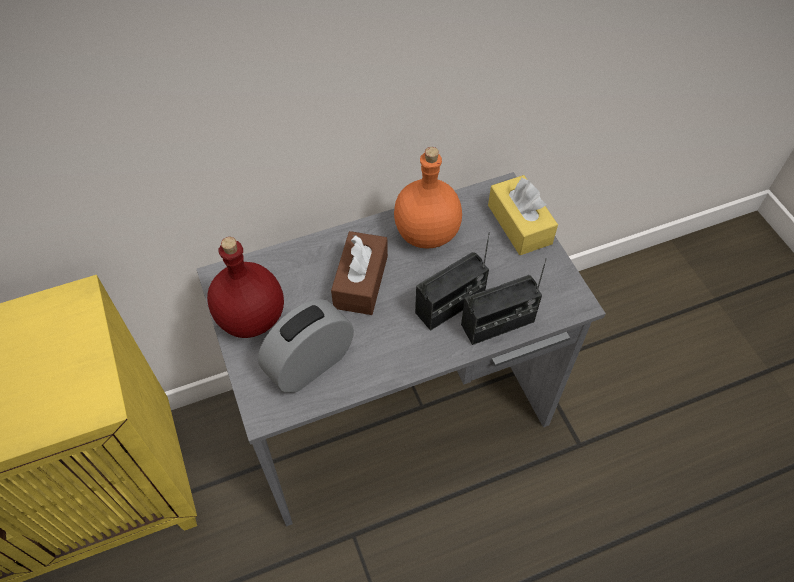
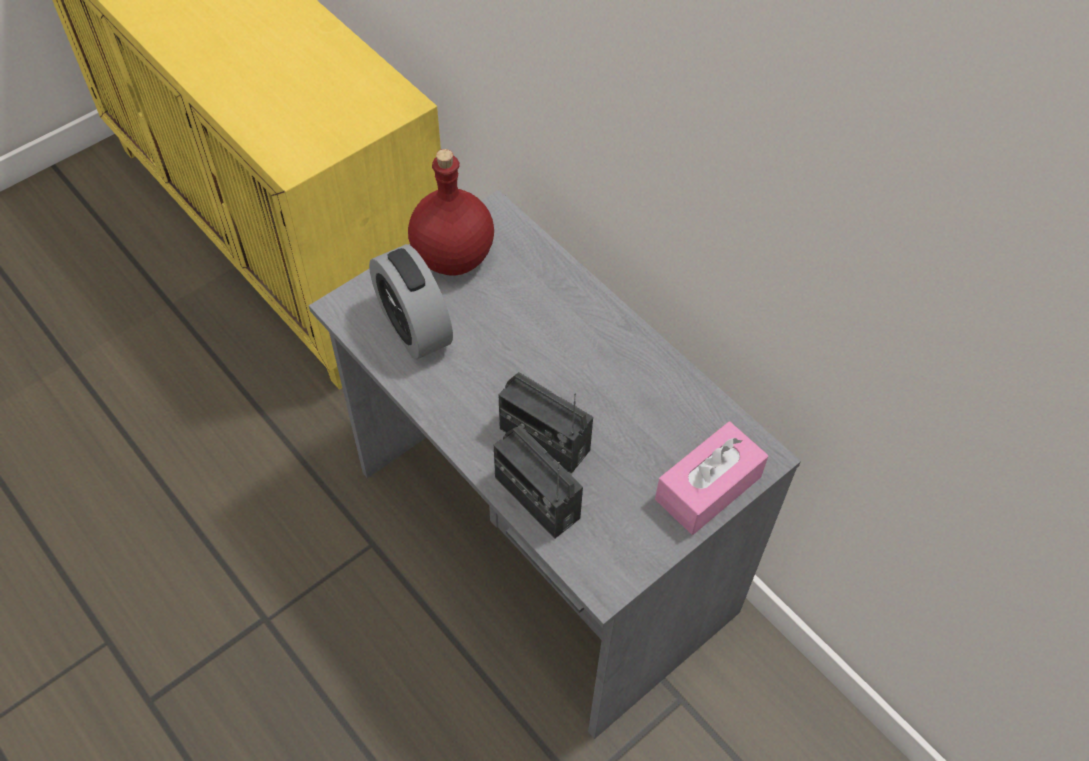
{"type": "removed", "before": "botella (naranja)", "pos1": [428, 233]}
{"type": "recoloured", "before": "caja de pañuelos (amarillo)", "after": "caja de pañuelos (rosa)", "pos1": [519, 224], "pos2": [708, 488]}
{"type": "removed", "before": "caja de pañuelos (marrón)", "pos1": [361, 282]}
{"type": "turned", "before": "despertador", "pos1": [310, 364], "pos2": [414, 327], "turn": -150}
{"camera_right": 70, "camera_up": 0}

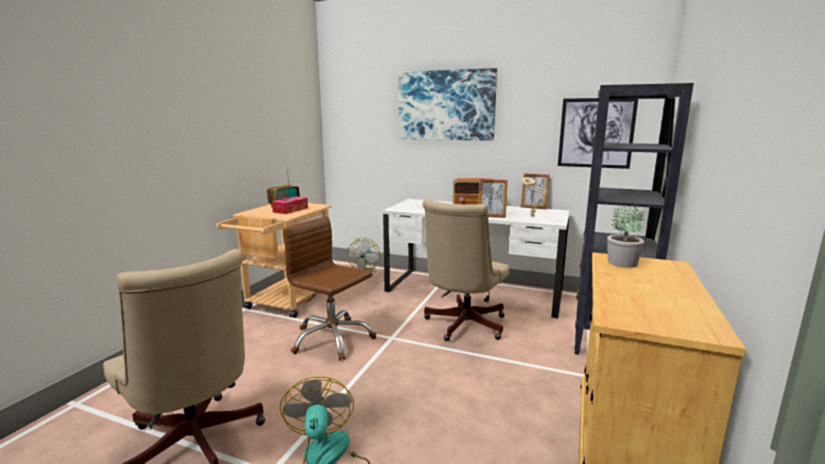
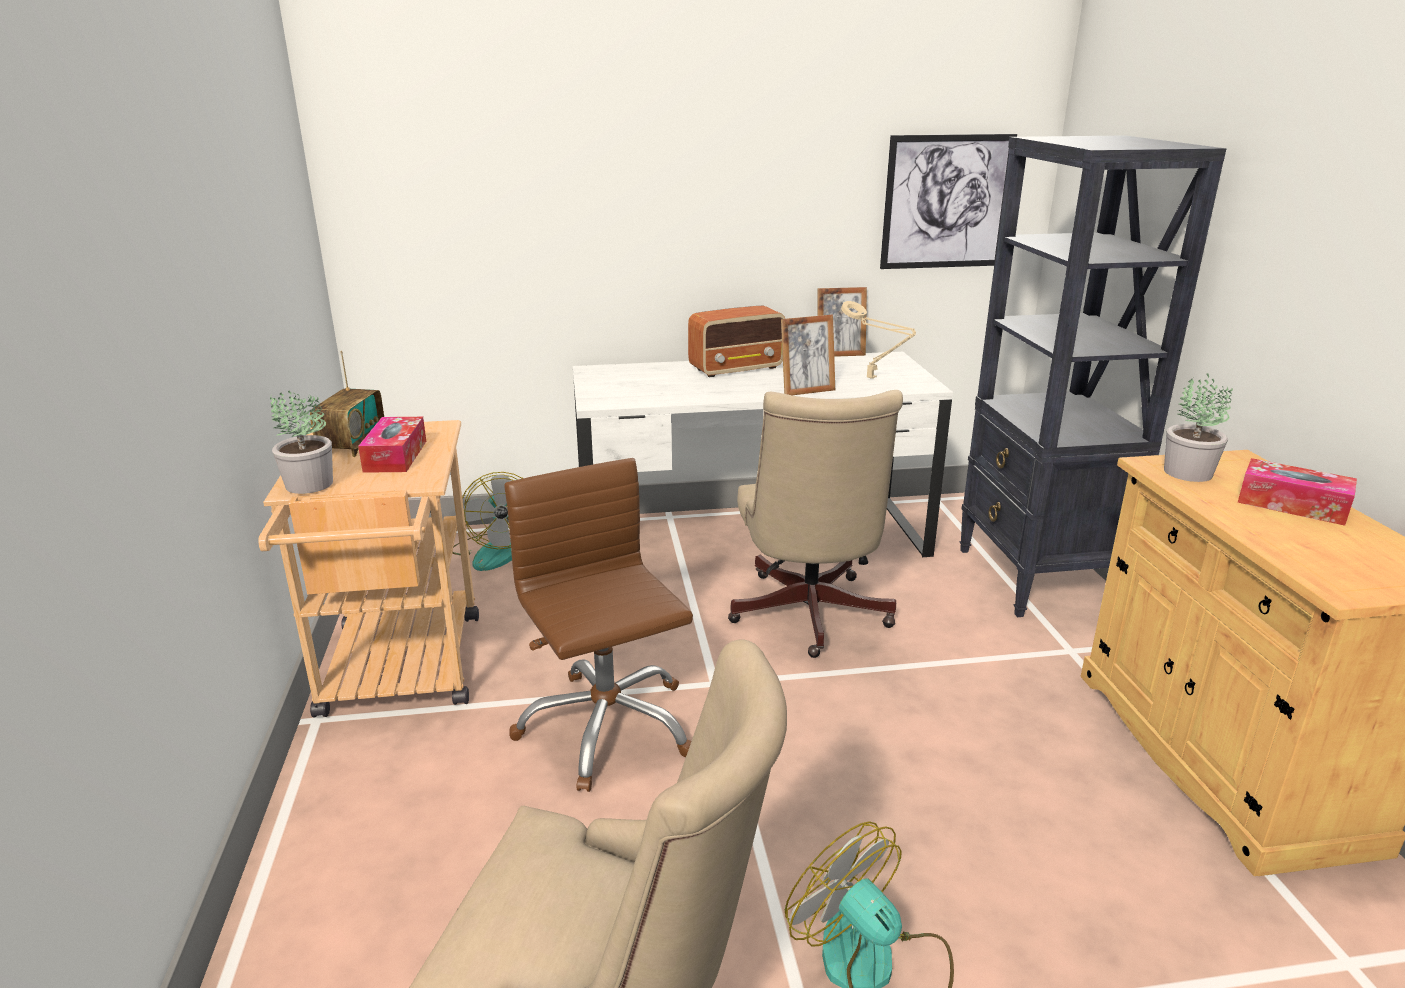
{"type": "removed", "before": "cuadro", "pos1": [446, 105]}
{"type": "turned", "before": "silla de oficina (marrón)", "pos1": [332, 339], "pos2": [606, 726], "turn": 60}
{"type": "added", "after": "planta en maceta", "pos2": [309, 484]}
{"type": "added", "after": "caja de pañuelos", "pos2": [1292, 505]}
{"camera_right": -30, "camera_up": 10}

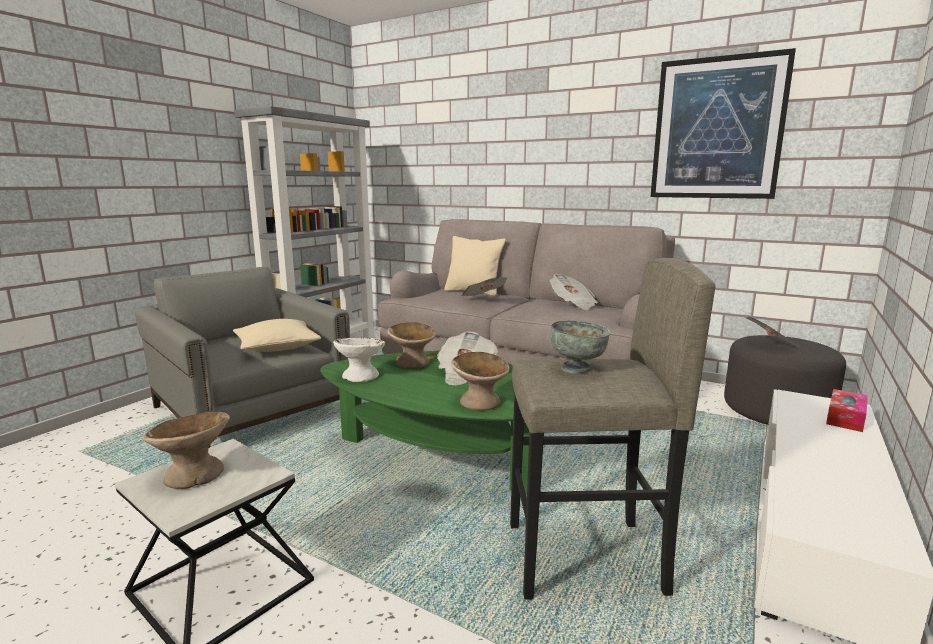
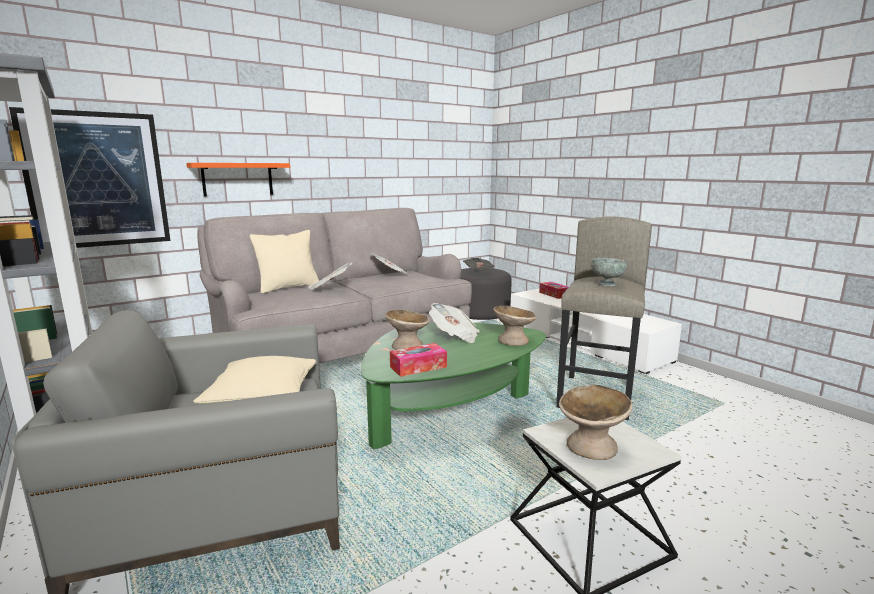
{"type": "moved", "before": "cuadro", "pos1": [717, 129], "pos2": [97, 180]}
{"type": "replaced", "before": "cuenco (blanco)", "after": "caja de pañuelos", "pos1": [360, 376], "pos2": [418, 367]}
{"type": "added", "after": "estante (naranja)", "pos2": [237, 179]}
{"camera_right": -65, "camera_up": 0}

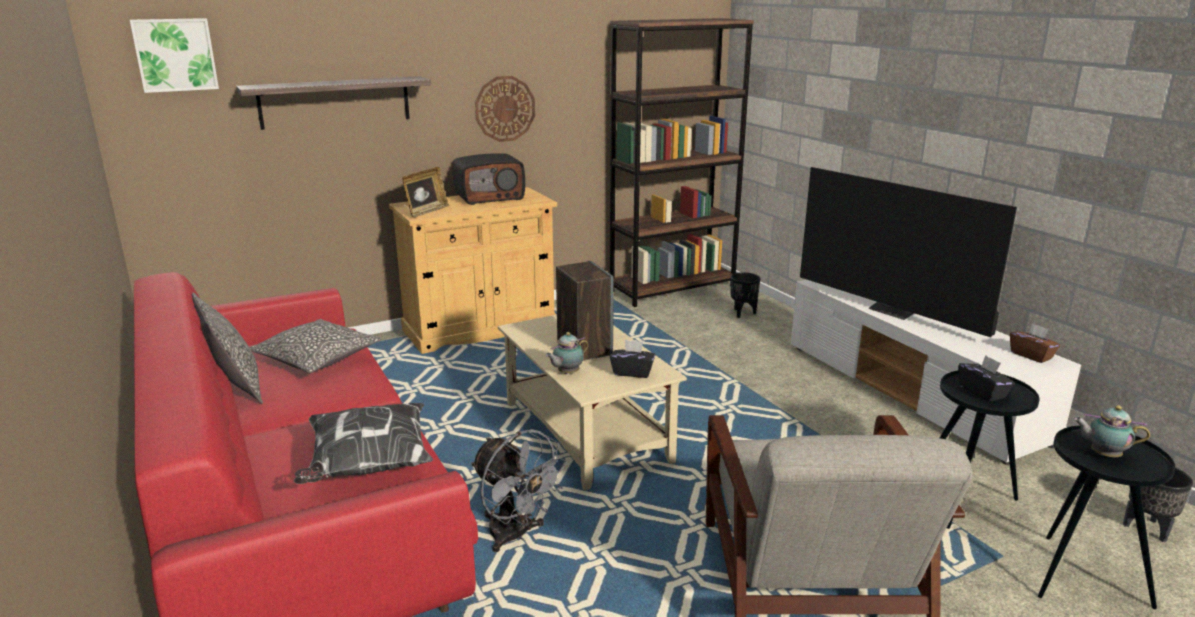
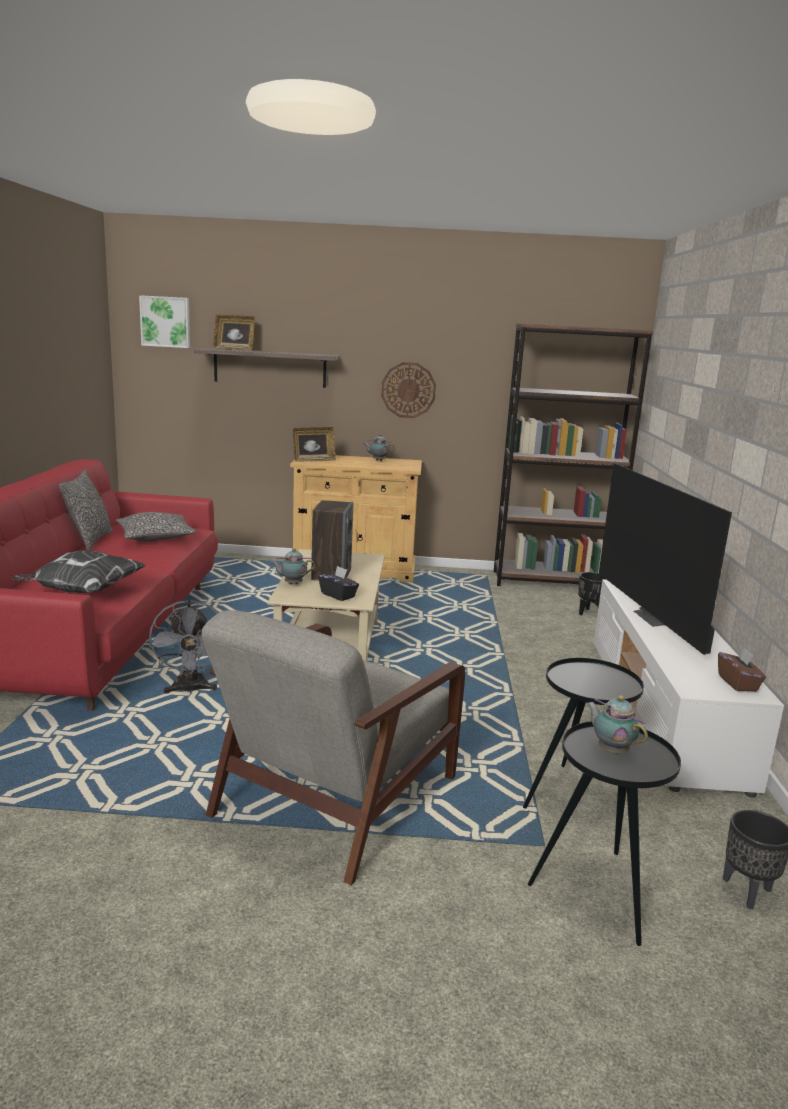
{"type": "replaced", "before": "radio", "after": "tetera", "pos1": [489, 197], "pos2": [377, 460]}
{"type": "removed", "before": "caja de pañuelos (negro)", "pos1": [982, 392]}
{"type": "added", "after": "portarretratos", "pos2": [234, 349]}
{"camera_right": 30, "camera_up": -5}

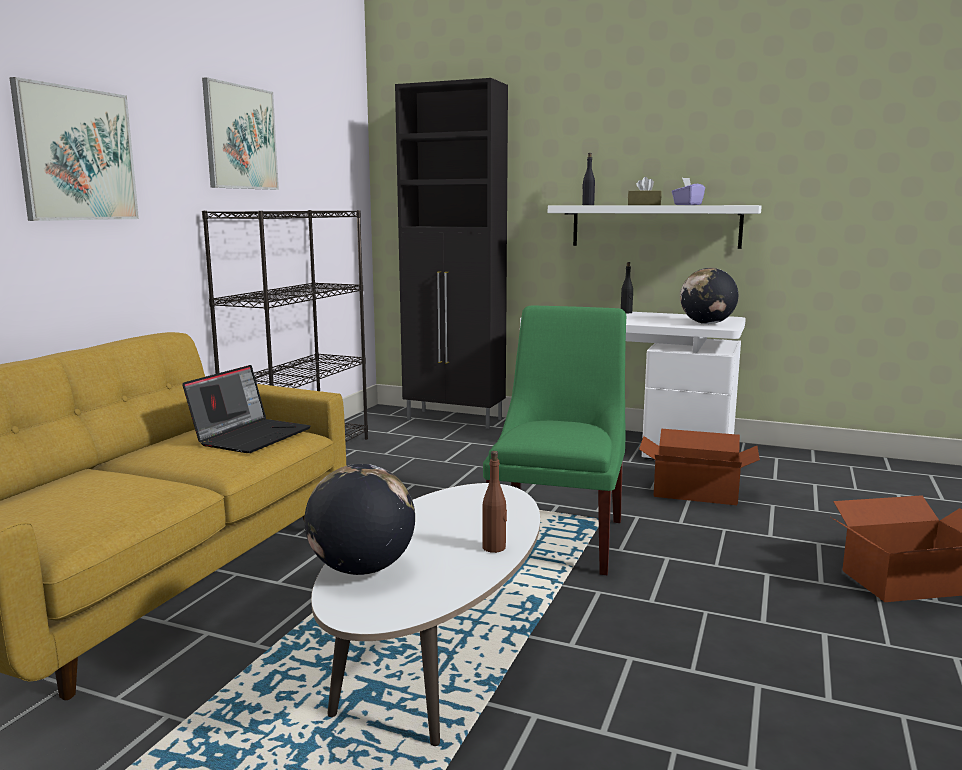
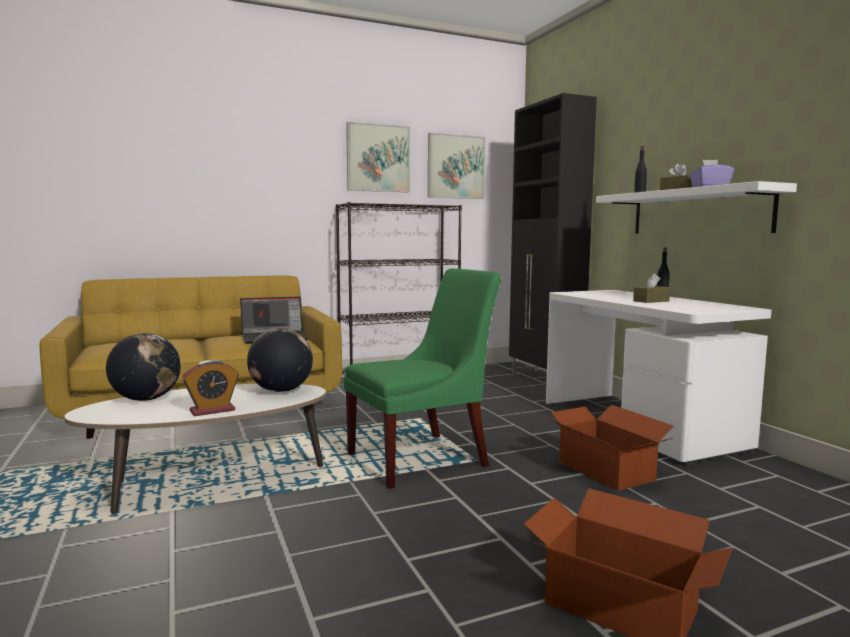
{"type": "moved", "before": "cuadro", "pos1": [77, 154], "pos2": [456, 167]}
{"type": "moved", "before": "globo terráqueo", "pos1": [706, 323], "pos2": [281, 391]}
{"type": "replaced", "before": "botella (marrón)", "after": "despertador", "pos1": [494, 548], "pos2": [212, 410]}
{"type": "added", "after": "caja de pañuelos (marrón)", "pos2": [651, 301]}
{"camera_right": 45, "camera_up": -5}

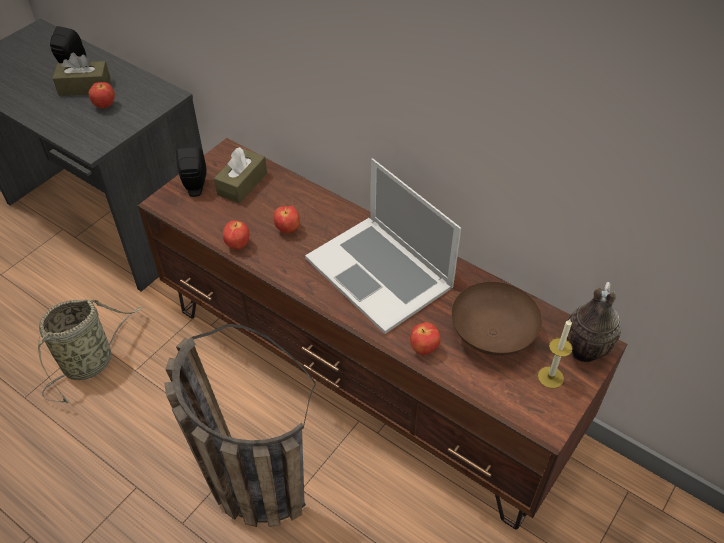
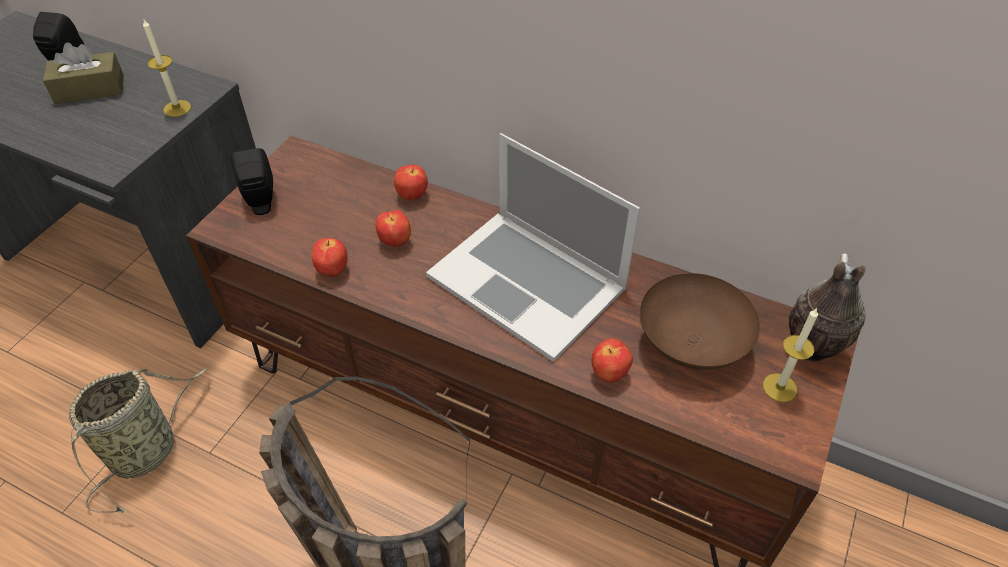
{"type": "moved", "before": "manzana", "pos1": [105, 105], "pos2": [412, 195]}
{"type": "removed", "before": "caja de pañuelos (marrón)", "pos1": [242, 184]}
{"type": "added", "after": "vela", "pos2": [177, 108]}
{"camera_right": -10, "camera_up": 0}

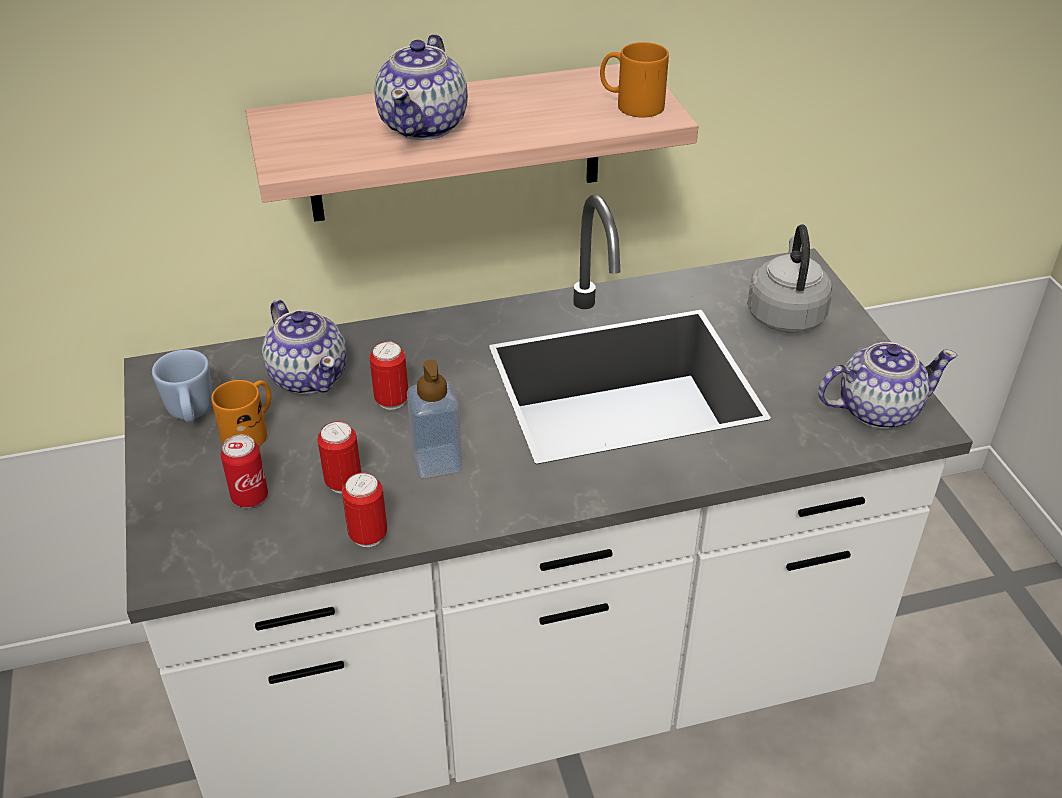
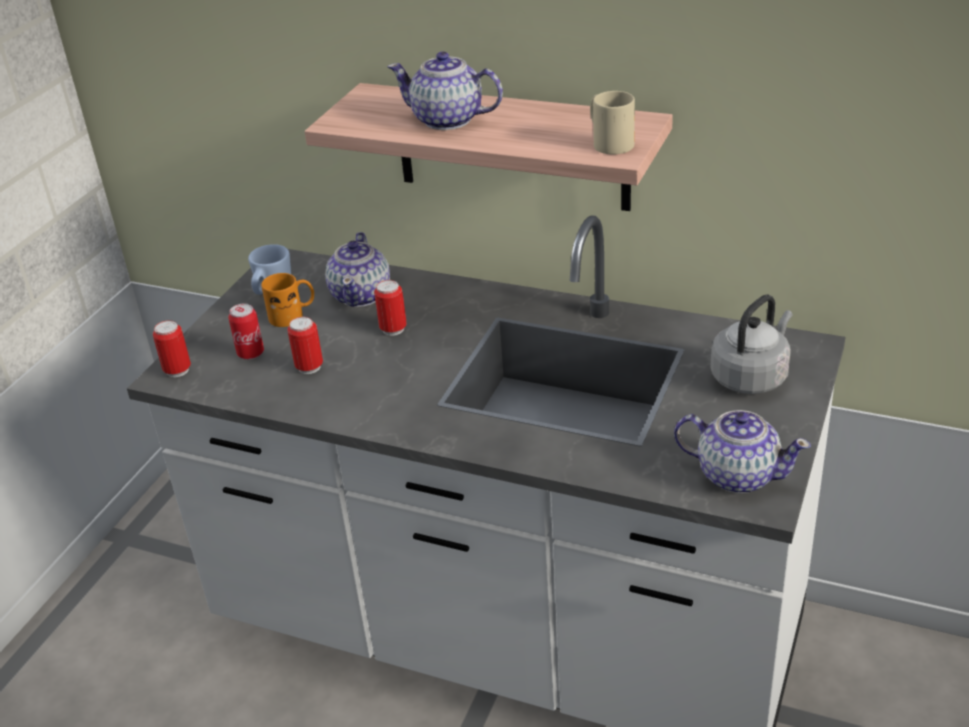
{"type": "turned", "before": "tetera", "pos1": [424, 125], "pos2": [448, 120], "turn": 60}
{"type": "recoloured", "before": "taza grande (naranja)", "after": "taza grande (beis)", "pos1": [630, 105], "pos2": [608, 142]}
{"type": "removed", "before": "dispensador de jabón", "pos1": [437, 462]}
{"type": "moved", "before": "lata", "pos1": [368, 536], "pos2": [177, 370]}
{"camera_right": 40, "camera_up": -5}

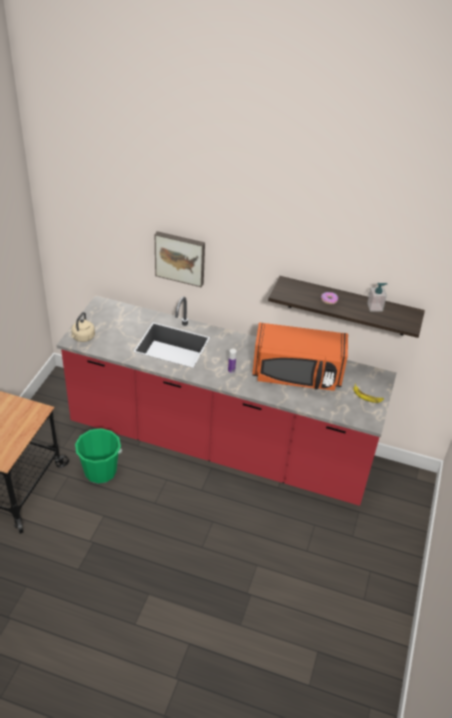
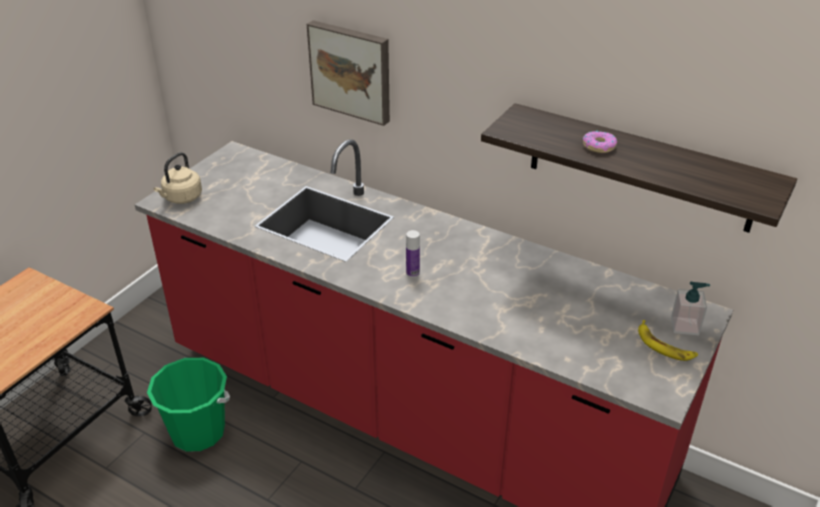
{"type": "moved", "before": "dispensador de jabón", "pos1": [375, 307], "pos2": [685, 326]}
{"type": "removed", "before": "microondas (naranja)", "pos1": [297, 375]}
{"camera_right": 15, "camera_up": -5}

